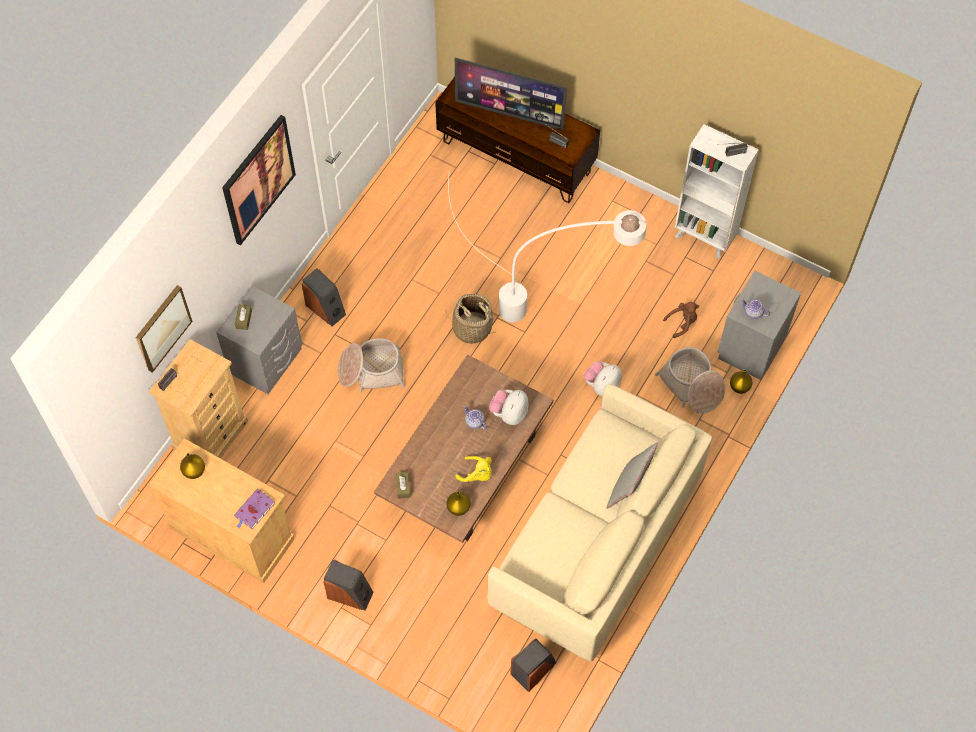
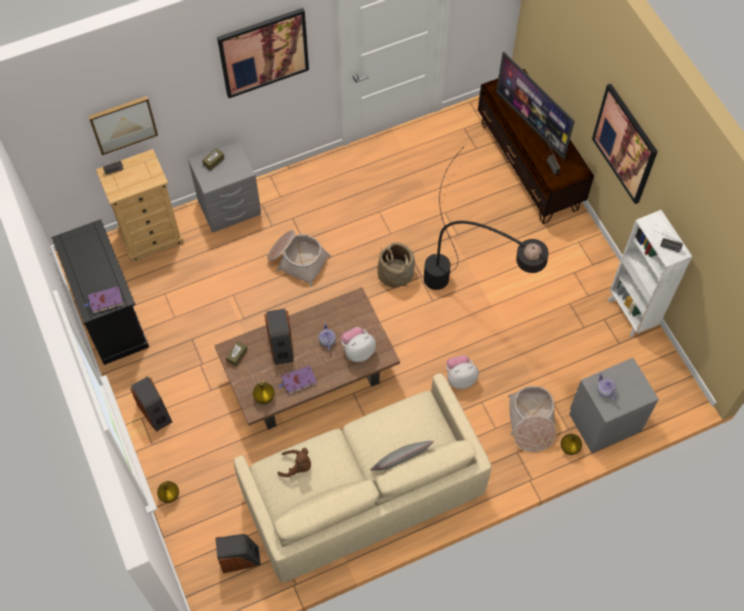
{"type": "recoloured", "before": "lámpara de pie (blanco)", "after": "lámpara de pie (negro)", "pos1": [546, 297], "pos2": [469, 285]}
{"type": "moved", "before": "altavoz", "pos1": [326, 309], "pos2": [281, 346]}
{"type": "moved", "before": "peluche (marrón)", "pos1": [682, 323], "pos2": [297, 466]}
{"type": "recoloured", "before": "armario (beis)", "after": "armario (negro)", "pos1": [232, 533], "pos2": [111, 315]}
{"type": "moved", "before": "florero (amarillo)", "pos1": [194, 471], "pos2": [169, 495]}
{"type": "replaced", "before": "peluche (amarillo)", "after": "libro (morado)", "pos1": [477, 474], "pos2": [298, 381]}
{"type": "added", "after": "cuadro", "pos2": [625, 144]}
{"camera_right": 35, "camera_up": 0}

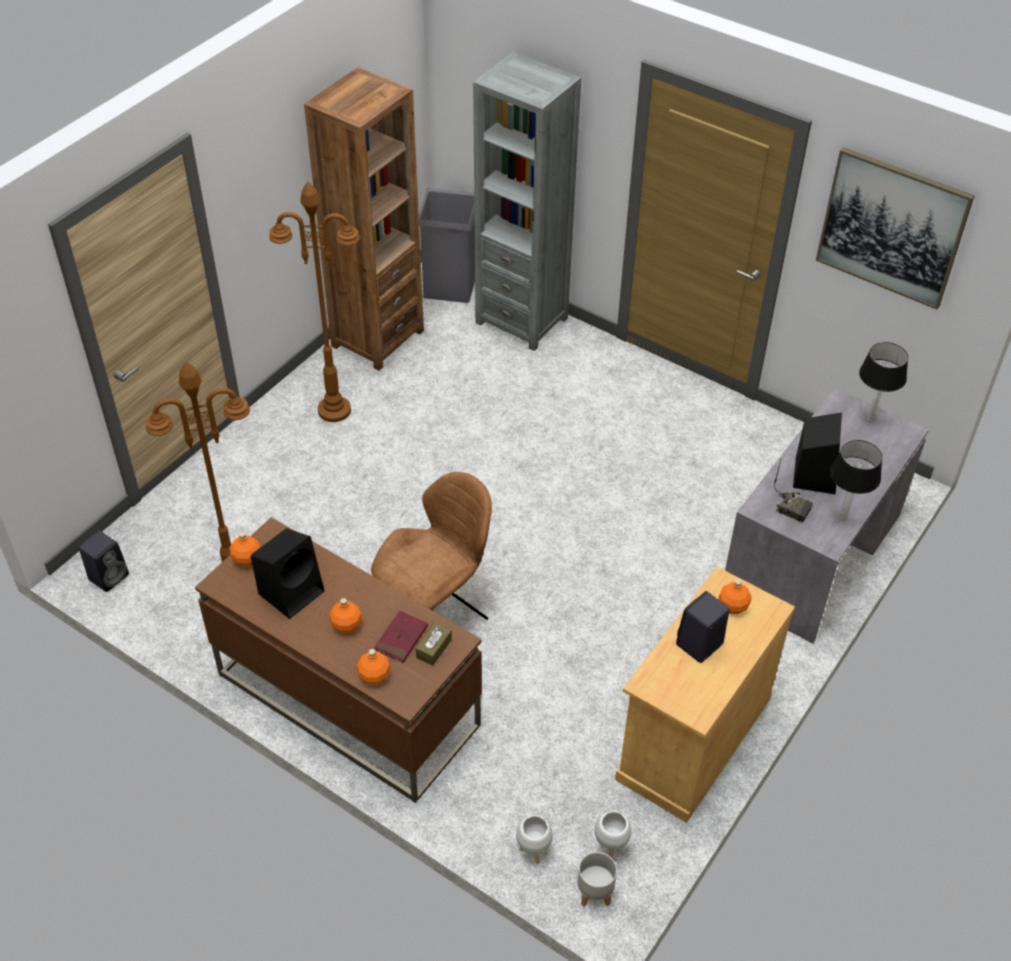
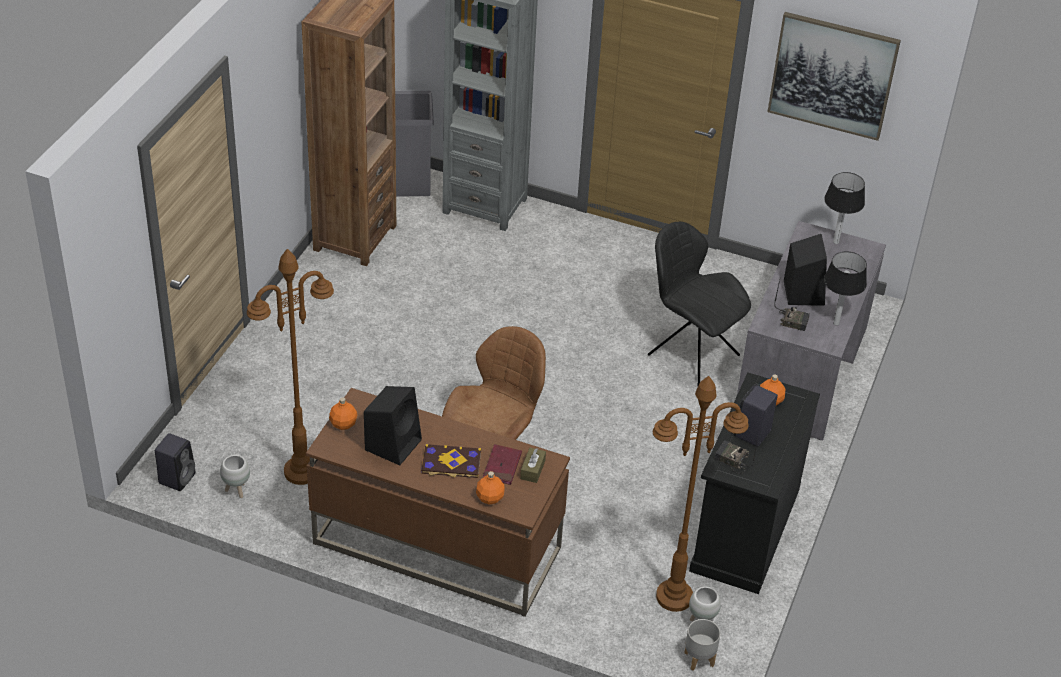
{"type": "moved", "before": "lámpara de pie (marrón)", "pos1": [335, 410], "pos2": [674, 596]}
{"type": "recoloured", "before": "armario (beis)", "after": "armario (negro)", "pos1": [693, 738], "pos2": [744, 529]}
{"type": "replaced", "before": "botella (naranja)", "after": "libro", "pos1": [346, 625], "pos2": [451, 463]}
{"type": "moved", "before": "maceta (blanco)", "pos1": [533, 851], "pos2": [236, 490]}
{"type": "added", "after": "silla (negro)", "pos2": [690, 353]}
{"type": "added", "after": "radio", "pos2": [731, 460]}
{"camera_right": -15, "camera_up": -5}

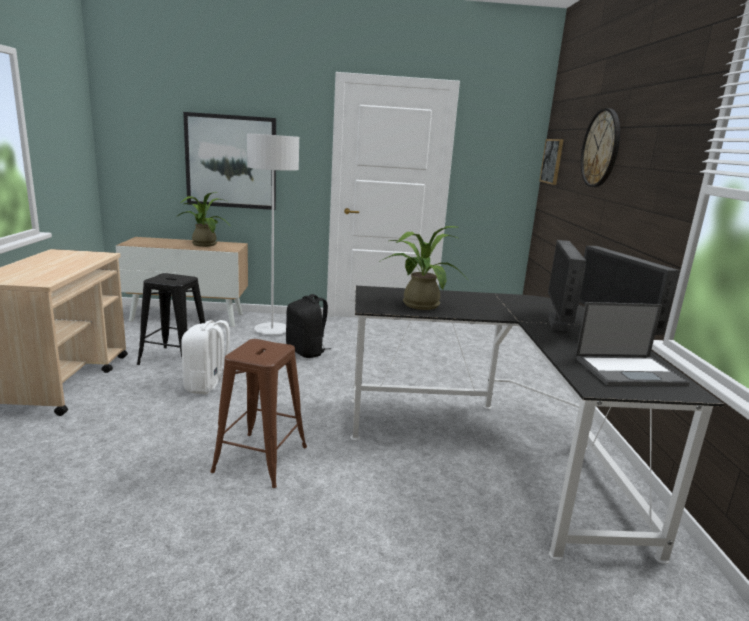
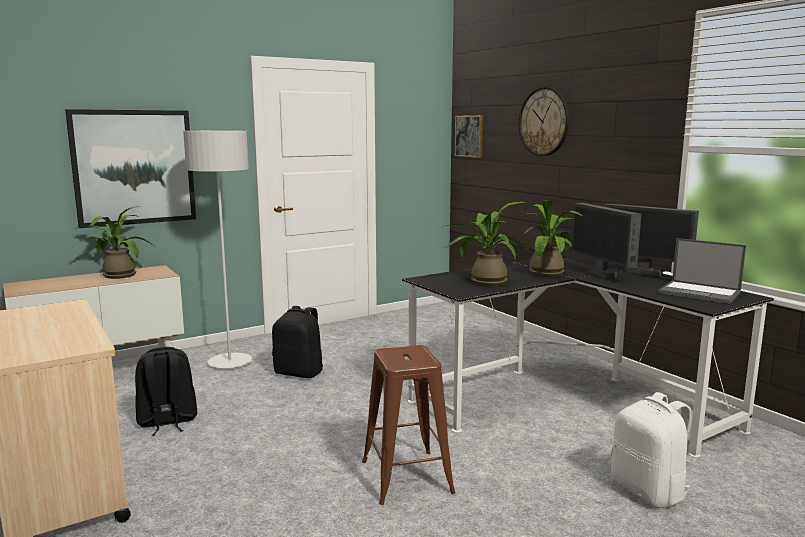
{"type": "replaced", "before": "taburete (negro)", "after": "mochila (negro)", "pos1": [176, 359], "pos2": [167, 422]}
{"type": "turned", "before": "portátil", "pos1": [629, 371], "pos2": [700, 293], "turn": 75}
{"type": "moved", "before": "mochila (blanco)", "pos1": [208, 386], "pos2": [649, 491]}
{"type": "added", "after": "planta en maceta", "pos2": [548, 272]}
{"camera_right": -30, "camera_up": -5}

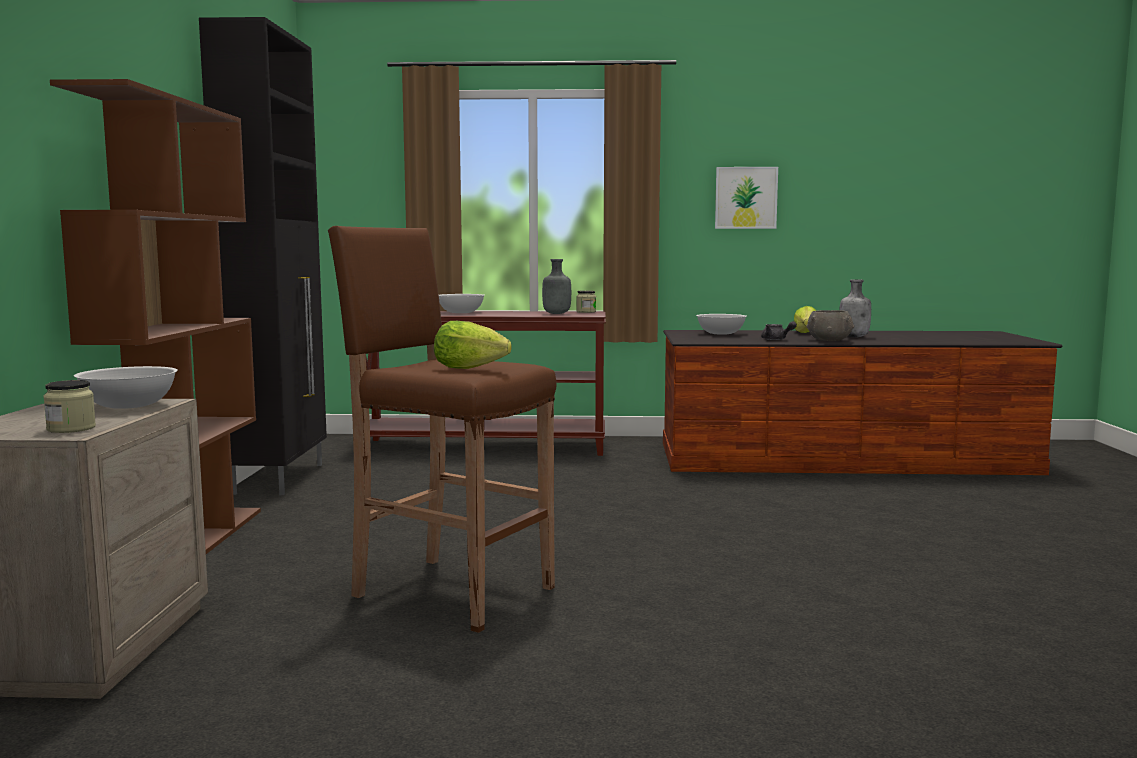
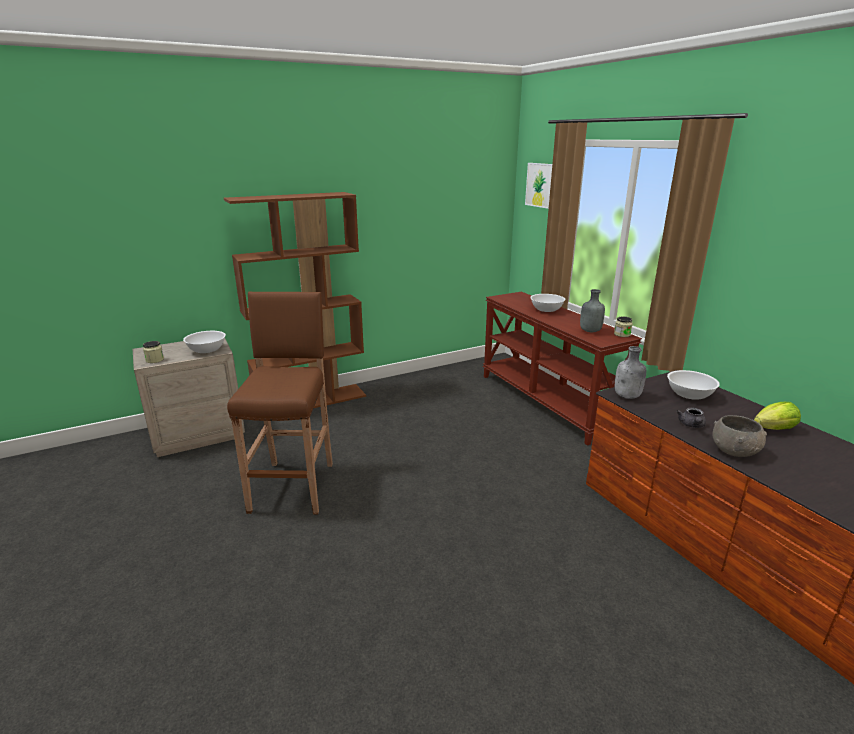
{"type": "removed", "before": "armario (negro)", "pos1": [281, 478]}
{"type": "moved", "before": "cuadro", "pos1": [746, 198], "pos2": [541, 185]}
{"type": "moved", "before": "botella (gris)", "pos1": [854, 337], "pos2": [627, 396]}
{"type": "removed", "before": "lechuga", "pos1": [469, 368]}
{"camera_right": 60, "camera_up": 15}

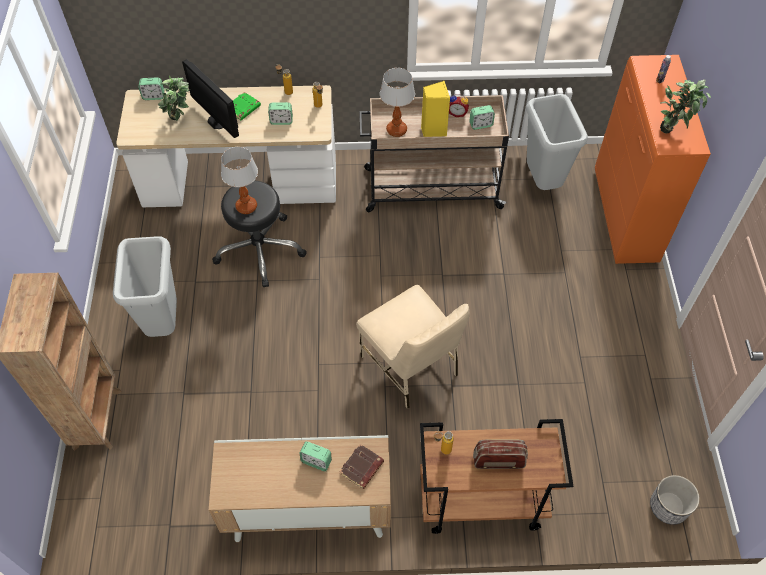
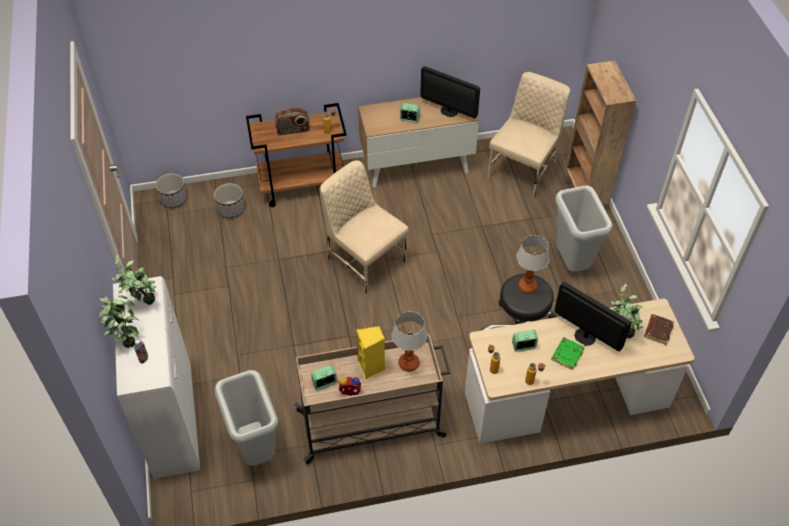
{"type": "recoloured", "before": "armario (naranja)", "after": "armario (blanco)", "pos1": [625, 217], "pos2": [173, 421]}
{"type": "removed", "before": "despertador", "pos1": [153, 96]}
{"type": "moved", "before": "libro (marrón)", "pos1": [362, 468], "pos2": [657, 330]}
{"type": "added", "after": "monitor", "pos2": [449, 111]}
{"type": "added", "after": "silla (beis)", "pos2": [524, 169]}
{"type": "added", "after": "maceta", "pos2": [231, 209]}
{"type": "added", "after": "planta en maceta", "pos2": [126, 339]}
{"camera_right": 170, "camera_up": -5}

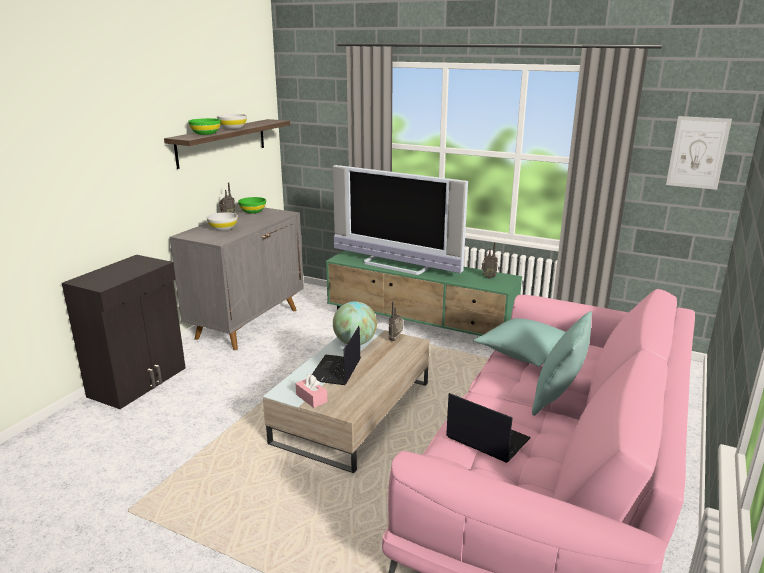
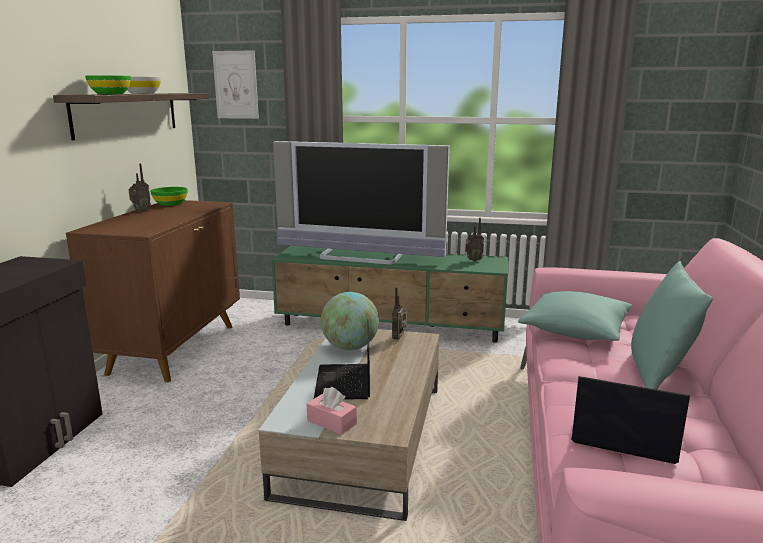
{"type": "moved", "before": "cuadro", "pos1": [697, 152], "pos2": [236, 85]}
{"type": "recoloured", "before": "armario (gris)", "after": "armario (marrón)", "pos1": [248, 323], "pos2": [174, 348]}
{"type": "removed", "before": "cuenco (blanco)", "pos1": [223, 228]}
{"camera_right": -15, "camera_up": -5}

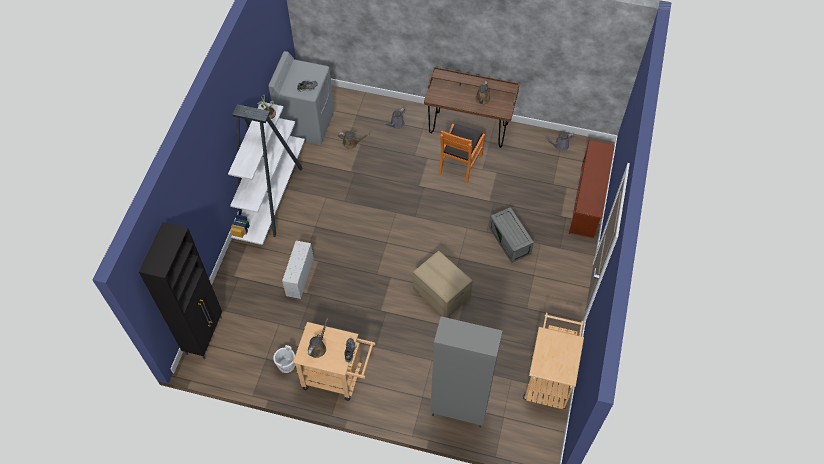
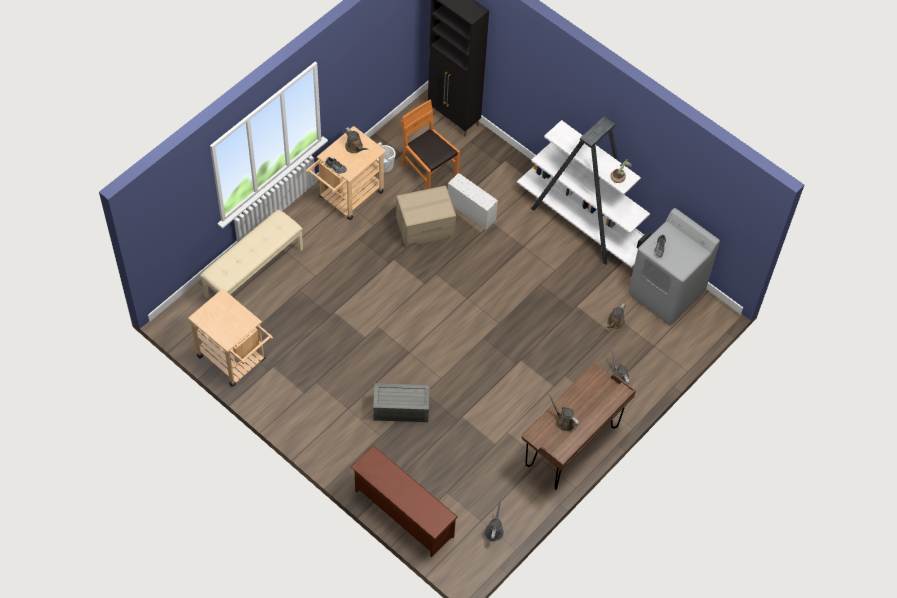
{"type": "moved", "before": "silla (naranja)", "pos1": [460, 164], "pos2": [429, 170]}
{"type": "moved", "before": "caja de cartón", "pos1": [441, 293], "pos2": [425, 227]}
{"type": "replaced", "before": "armario (gris)", "after": "banco (beis)", "pos1": [457, 411], "pos2": [253, 272]}
{"camera_right": 115, "camera_up": 0}

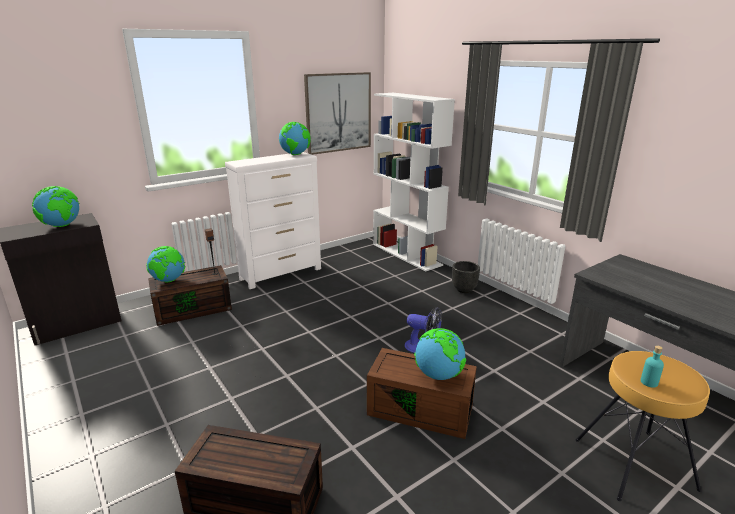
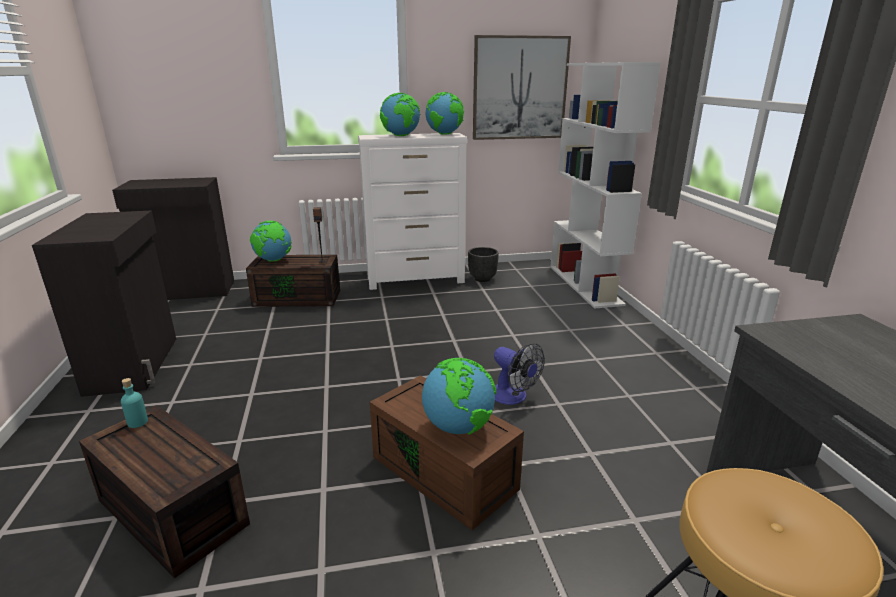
{"type": "moved", "before": "globo terráqueo", "pos1": [62, 226], "pos2": [401, 136]}
{"type": "moved", "before": "maceta (negro)", "pos1": [464, 289], "pos2": [483, 279]}
{"type": "moved", "before": "botella (turquesa)", "pos1": [649, 382], "pos2": [137, 422]}
{"type": "added", "after": "armario (negro)", "pos2": [135, 364]}
{"camera_right": 25, "camera_up": 0}

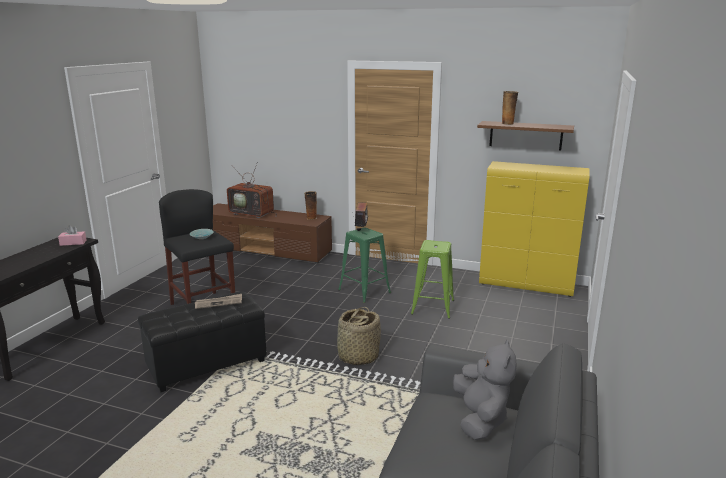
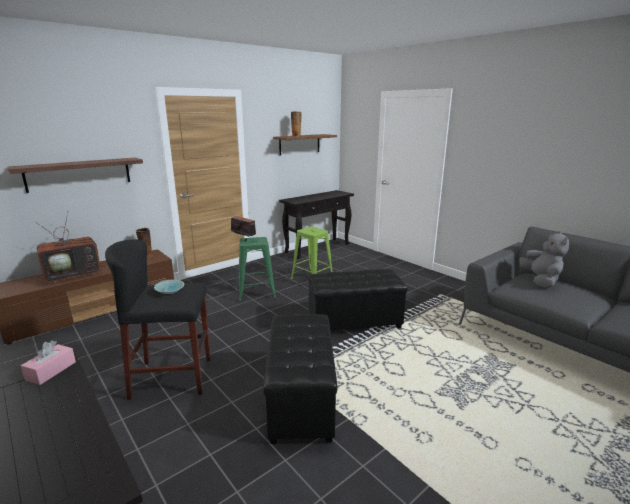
{"type": "replaced", "before": "armario (amarillo)", "after": "mesa consola (negro)", "pos1": [527, 285], "pos2": [318, 248]}
{"type": "removed", "before": "periódico", "pos1": [219, 303]}
{"type": "replaced", "before": "cesta", "after": "puf (negro)", "pos1": [358, 356], "pos2": [354, 323]}
{"type": "turned", "before": "peluche (gris)", "pos1": [480, 419], "pos2": [540, 280], "turn": 60}
{"type": "added", "after": "estante", "pos2": [79, 174]}
{"camera_right": -60, "camera_up": 0}

